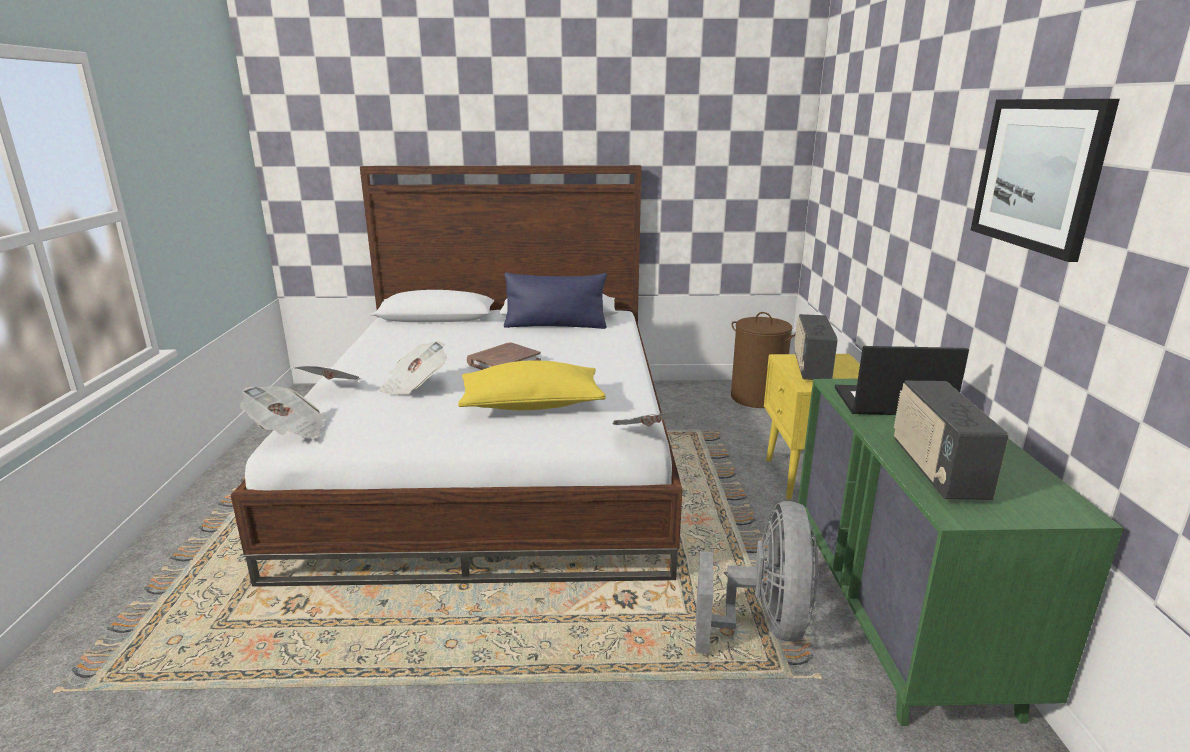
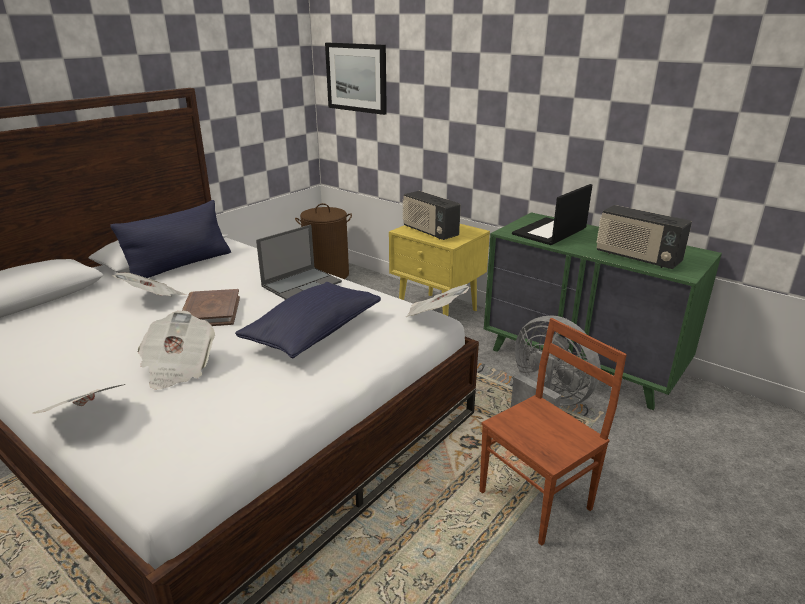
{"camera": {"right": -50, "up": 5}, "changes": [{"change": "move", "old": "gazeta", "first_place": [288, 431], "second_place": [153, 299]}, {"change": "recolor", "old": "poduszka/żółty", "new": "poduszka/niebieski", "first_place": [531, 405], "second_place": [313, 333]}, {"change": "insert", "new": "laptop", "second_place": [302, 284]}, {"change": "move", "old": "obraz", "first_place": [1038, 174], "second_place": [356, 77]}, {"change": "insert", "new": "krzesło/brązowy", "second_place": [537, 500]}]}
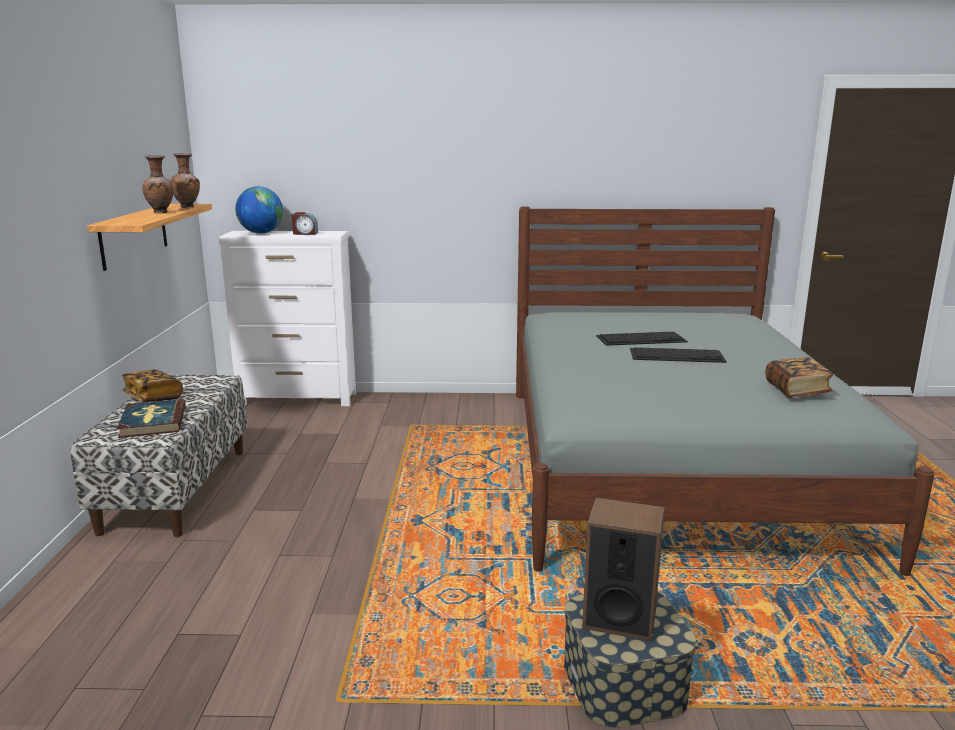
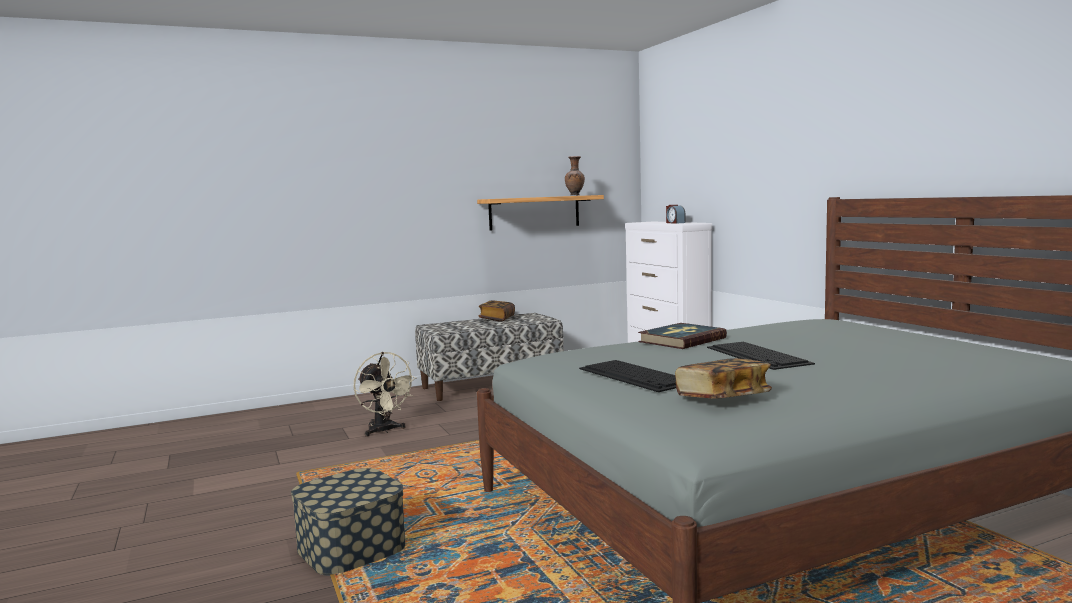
{"camera": {"right": 65, "up": -10}, "changes": [{"change": "insert", "new": "wentylator/beżowy", "second_place": [384, 431]}, {"change": "move", "old": "klawiatura", "first_place": [642, 338], "second_place": [636, 375]}, {"change": "move", "old": "książka", "first_place": [152, 422], "second_place": [681, 340]}, {"change": "delete", "old": "wazon/brązowy", "first_place": [161, 213]}, {"change": "delete", "old": "globus", "first_place": [261, 233]}, {"change": "delete", "old": "głośnik", "first_place": [619, 618]}]}
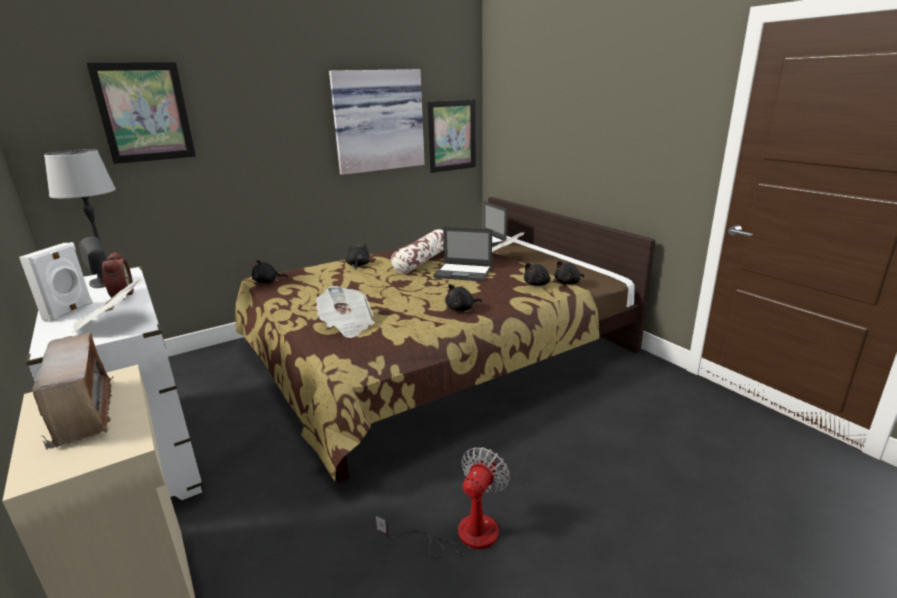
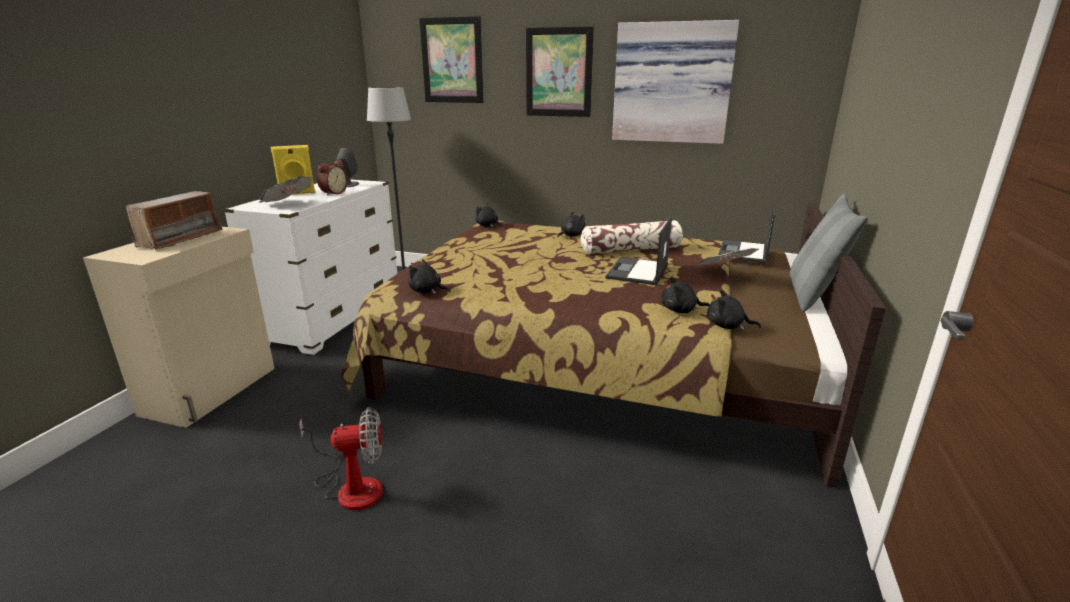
{"camera": {"right": 50, "up": 0}, "changes": [{"change": "recolor", "old": "głośnik/biały", "new": "głośnik/żółty", "first_place": [69, 311], "second_place": [297, 194]}, {"change": "move", "old": "pluszak/czarny", "first_place": [461, 309], "second_place": [427, 291]}, {"change": "move", "old": "obraz", "first_place": [452, 136], "second_place": [559, 72]}, {"change": "rotate", "old": "laptop", "first_place": [464, 272], "second_place": [637, 272], "degrees": 45}, {"change": "insert", "new": "poduszka/szary", "second_place": [812, 294]}, {"change": "delete", "old": "gazeta", "first_place": [347, 325]}]}
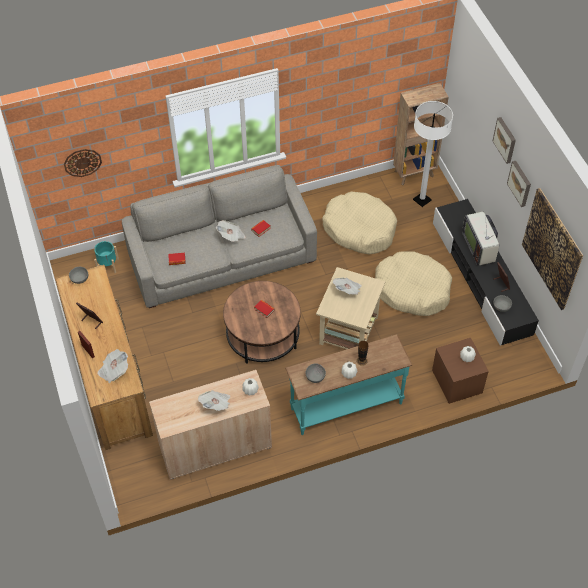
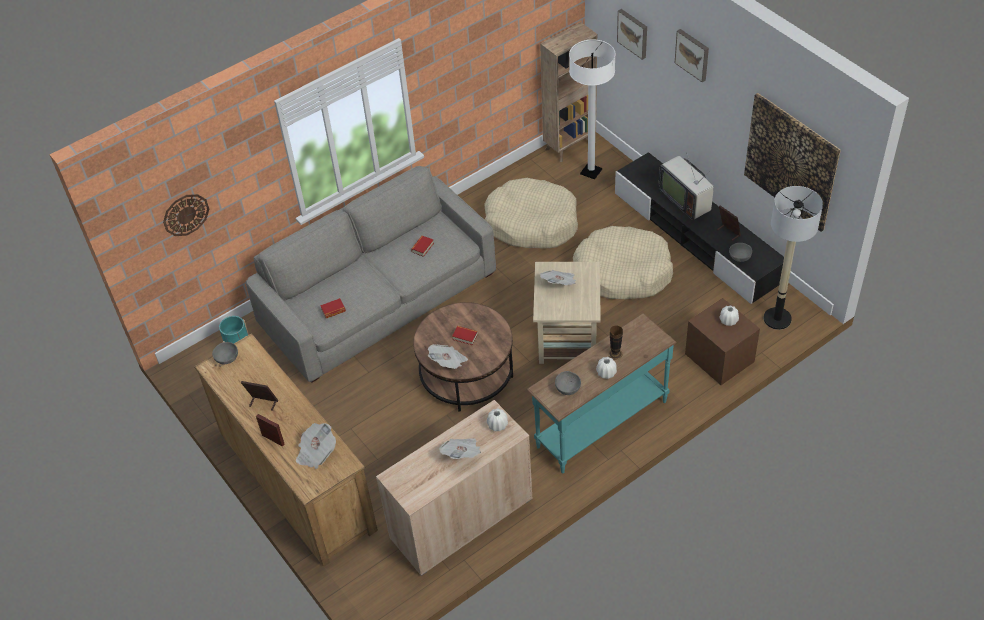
{"camera": {"right": -15, "up": -5}, "changes": [{"change": "move", "old": "gazeta", "first_place": [231, 236], "second_place": [448, 362]}, {"change": "move", "old": "obraz", "first_place": [520, 183], "second_place": [633, 33]}, {"change": "insert", "new": "lampa stojąca", "second_place": [777, 319]}]}
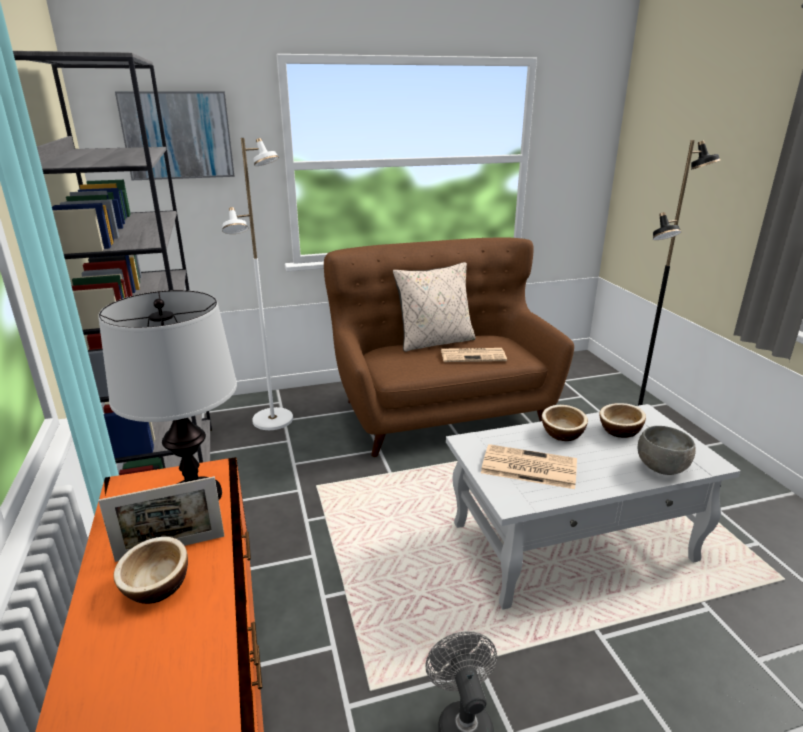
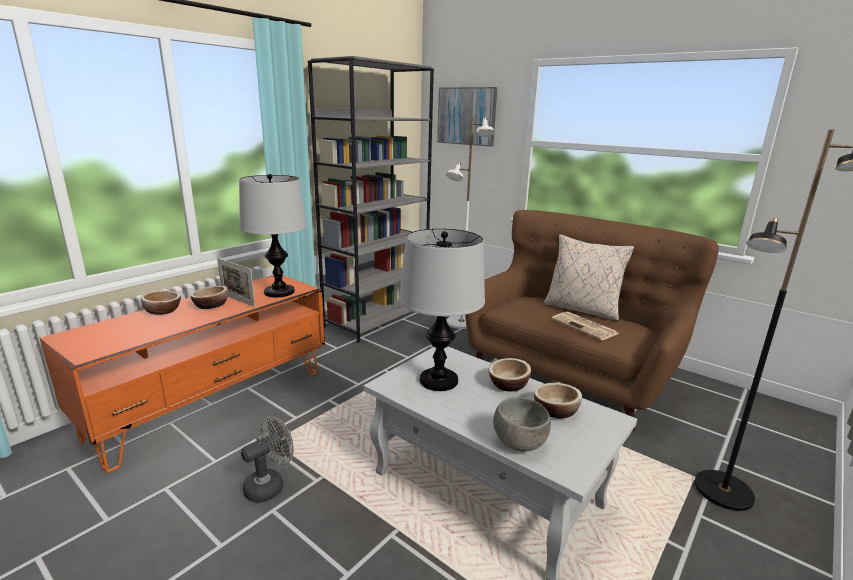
{"camera": {"right": 55, "up": -5}, "changes": [{"change": "insert", "new": "miska", "second_place": [163, 311]}, {"change": "replace", "old": "gazeta", "new": "lampa stołowa", "first_place": [527, 467], "second_place": [438, 380]}]}
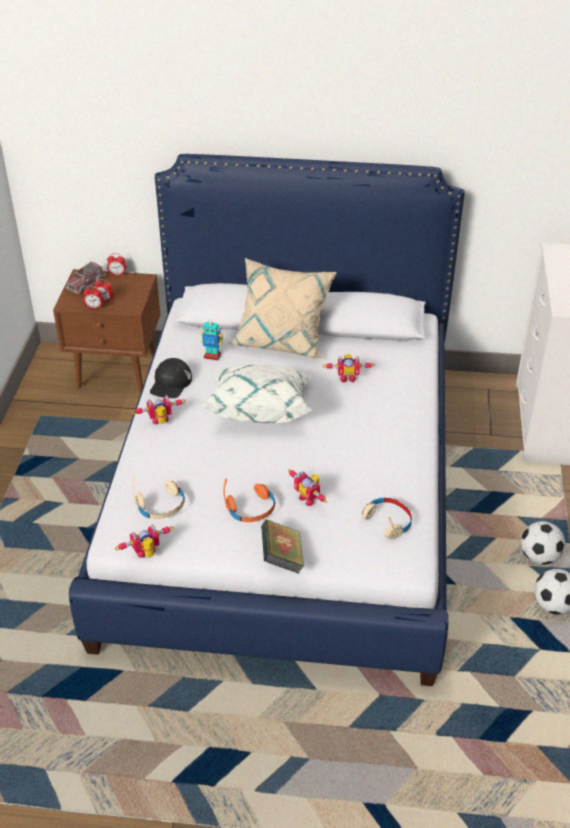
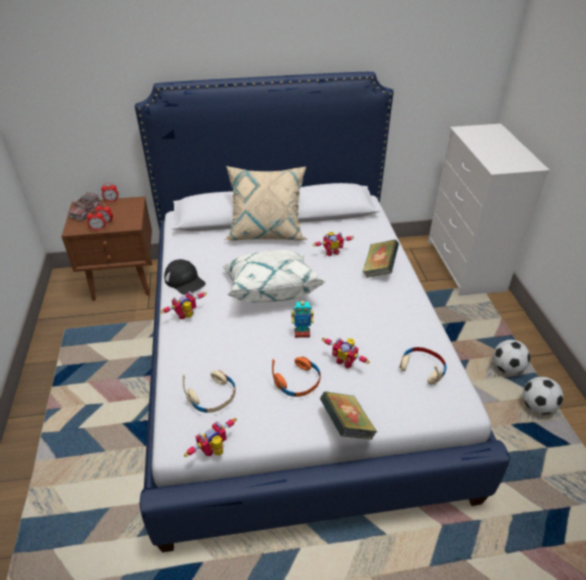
{"camera": {"right": -15, "up": 0}, "changes": [{"change": "rotate", "old": "czapka z daszkiem/czarny", "first_place": [170, 383], "second_place": [185, 281], "degrees": -45}, {"change": "move", "old": "robot zabawkowy", "first_place": [212, 356], "second_place": [302, 333]}, {"change": "insert", "new": "książka", "second_place": [379, 269]}]}
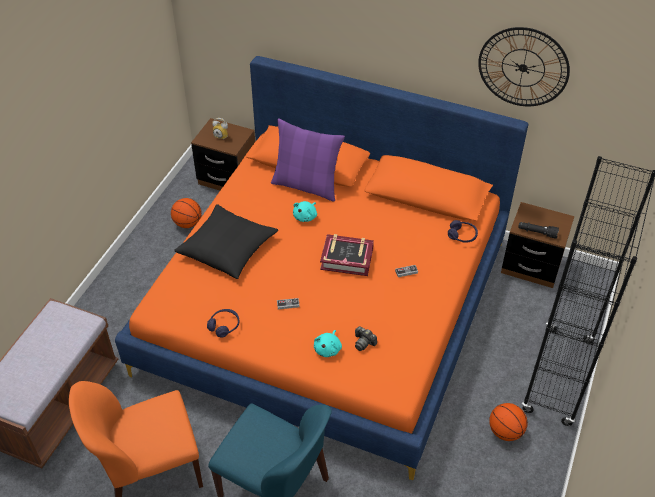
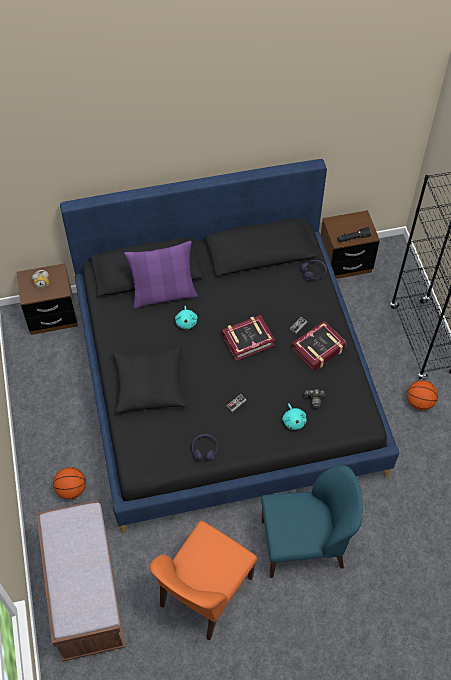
{"camera": {"right": -35, "up": 10}, "changes": [{"change": "move", "old": "piłka do koszykówki", "first_place": [187, 223], "second_place": [71, 489]}, {"change": "recolor", "old": "łóżko/pomarańczowy", "new": "łóżko/czarny", "first_place": [327, 305], "second_place": [225, 380]}, {"change": "insert", "new": "książka", "second_place": [319, 349]}, {"change": "delete", "old": "zegar ścienny", "first_place": [523, 67]}]}
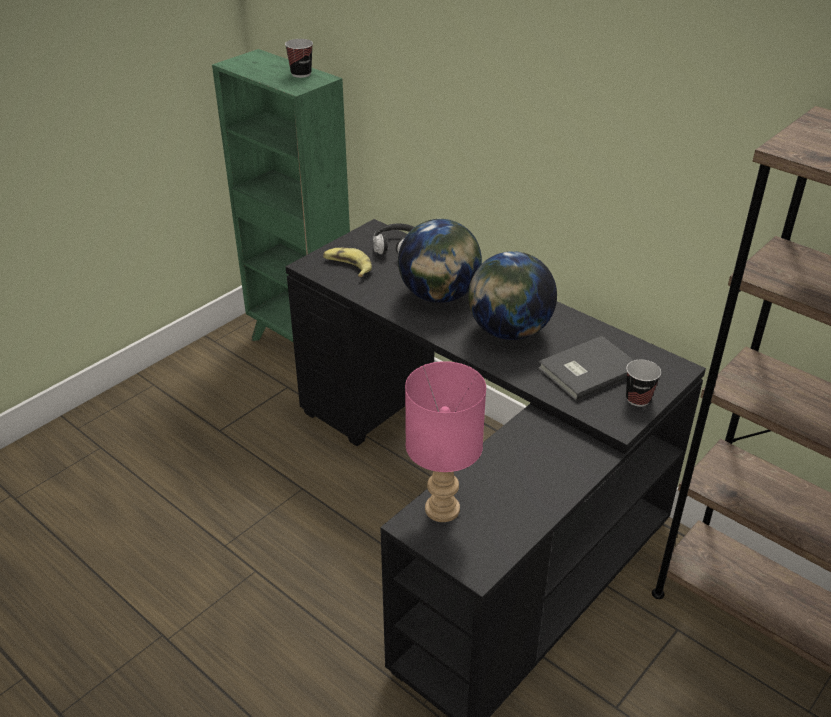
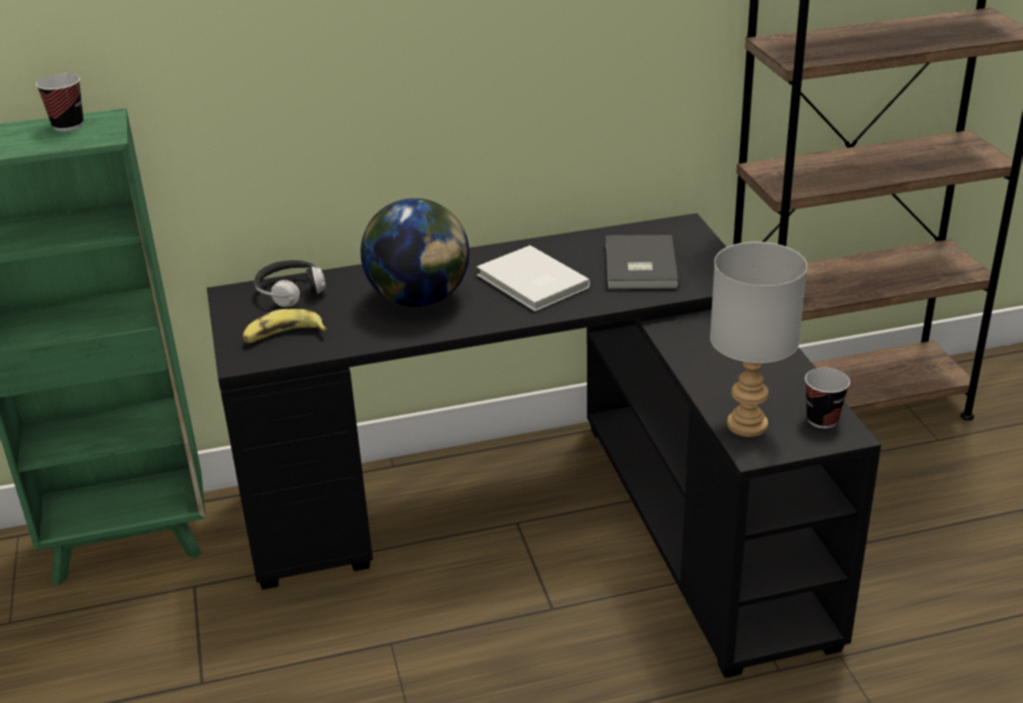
{"camera": {"right": -55, "up": -5}, "changes": [{"change": "replace", "old": "globus", "new": "książka/biały", "first_place": [509, 331], "second_place": [531, 283]}, {"change": "recolor", "old": "lampa stołowa/różowy", "new": "lampa stołowa/szary", "first_place": [442, 510], "second_place": [749, 425]}, {"change": "move", "old": "filiżanka", "first_place": [638, 399], "second_place": [822, 419]}]}
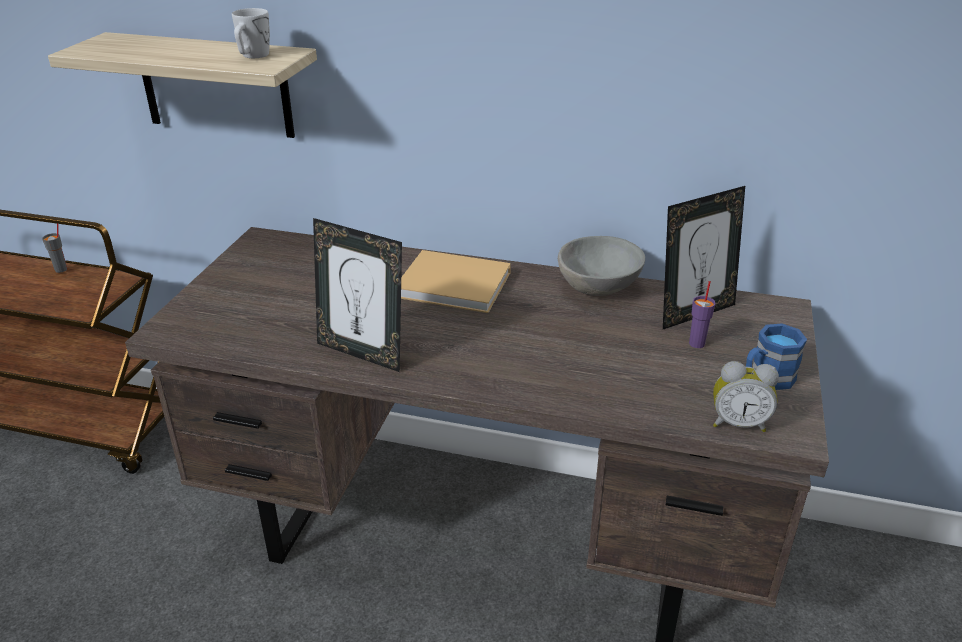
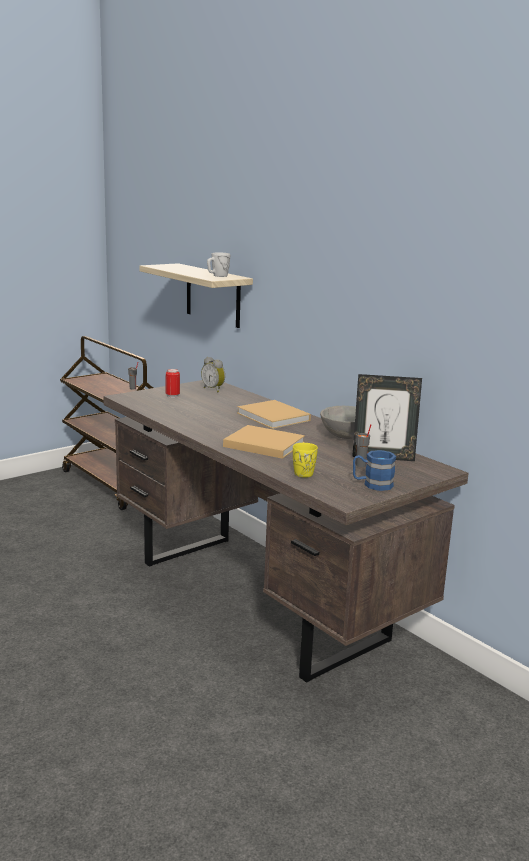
{"camera": {"right": 35, "up": -15}, "changes": [{"change": "insert", "new": "puszka", "second_place": [172, 396]}, {"change": "move", "old": "budzik", "first_place": [738, 423], "second_place": [214, 389]}, {"change": "insert", "new": "książka/beżowy", "second_place": [262, 444]}, {"change": "insert", "new": "kubek/żółty", "second_place": [306, 473]}, {"change": "recolor", "old": "filiżanka/fioletowy", "new": "filiżanka/szary", "first_place": [697, 343], "second_place": [361, 465]}, {"change": "delete", "old": "ramka na zdjęcie", "first_place": [362, 353]}]}
